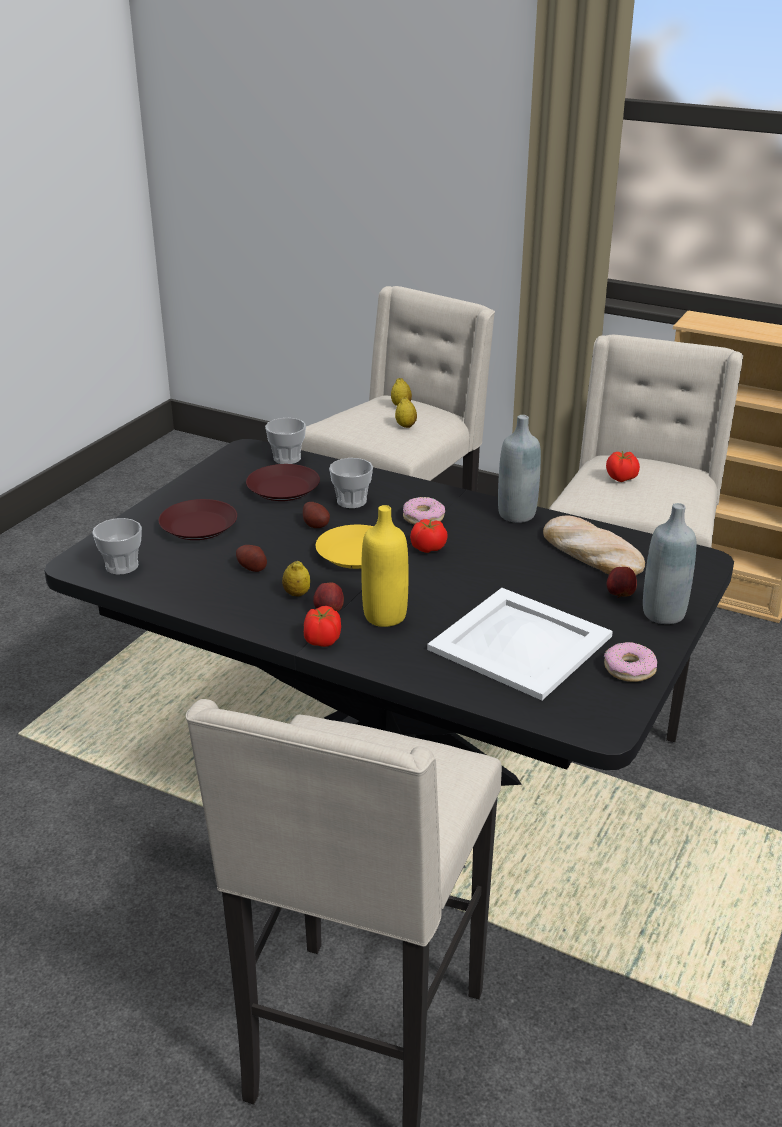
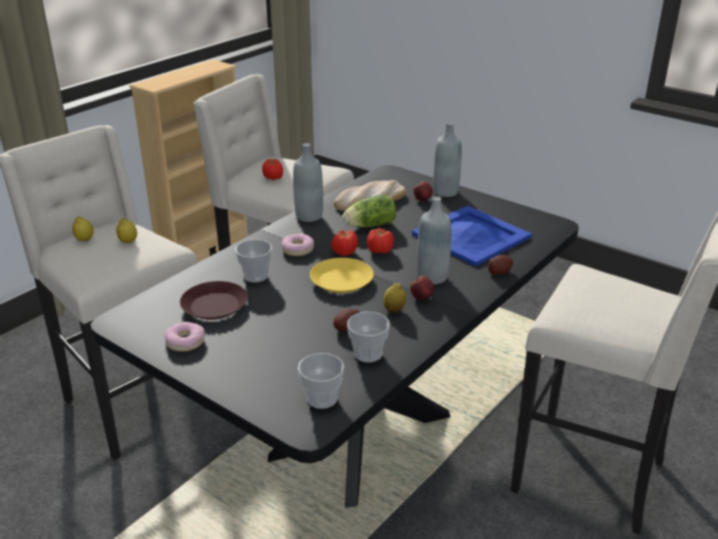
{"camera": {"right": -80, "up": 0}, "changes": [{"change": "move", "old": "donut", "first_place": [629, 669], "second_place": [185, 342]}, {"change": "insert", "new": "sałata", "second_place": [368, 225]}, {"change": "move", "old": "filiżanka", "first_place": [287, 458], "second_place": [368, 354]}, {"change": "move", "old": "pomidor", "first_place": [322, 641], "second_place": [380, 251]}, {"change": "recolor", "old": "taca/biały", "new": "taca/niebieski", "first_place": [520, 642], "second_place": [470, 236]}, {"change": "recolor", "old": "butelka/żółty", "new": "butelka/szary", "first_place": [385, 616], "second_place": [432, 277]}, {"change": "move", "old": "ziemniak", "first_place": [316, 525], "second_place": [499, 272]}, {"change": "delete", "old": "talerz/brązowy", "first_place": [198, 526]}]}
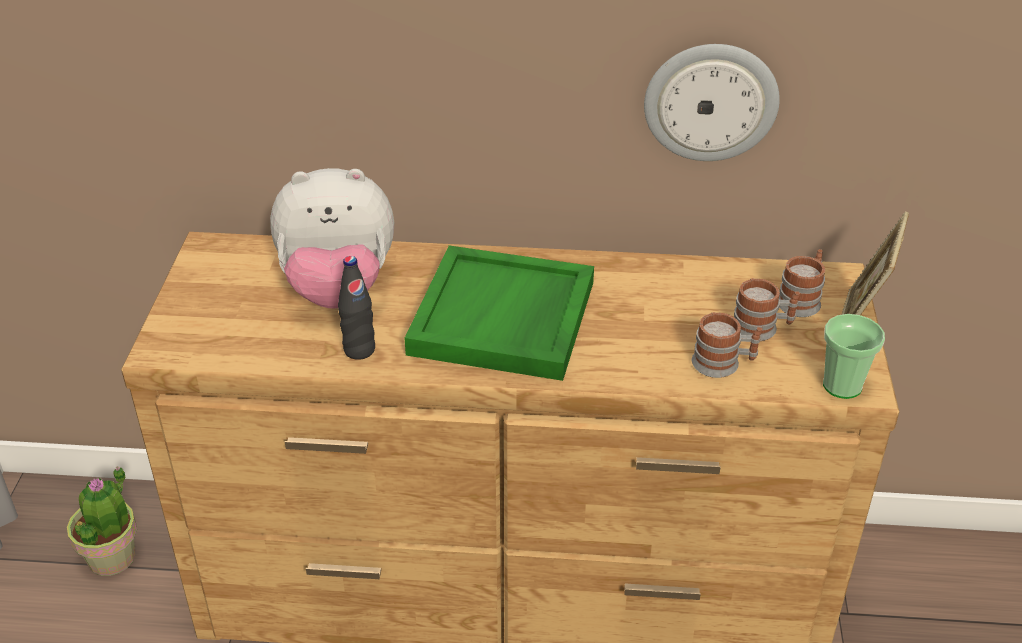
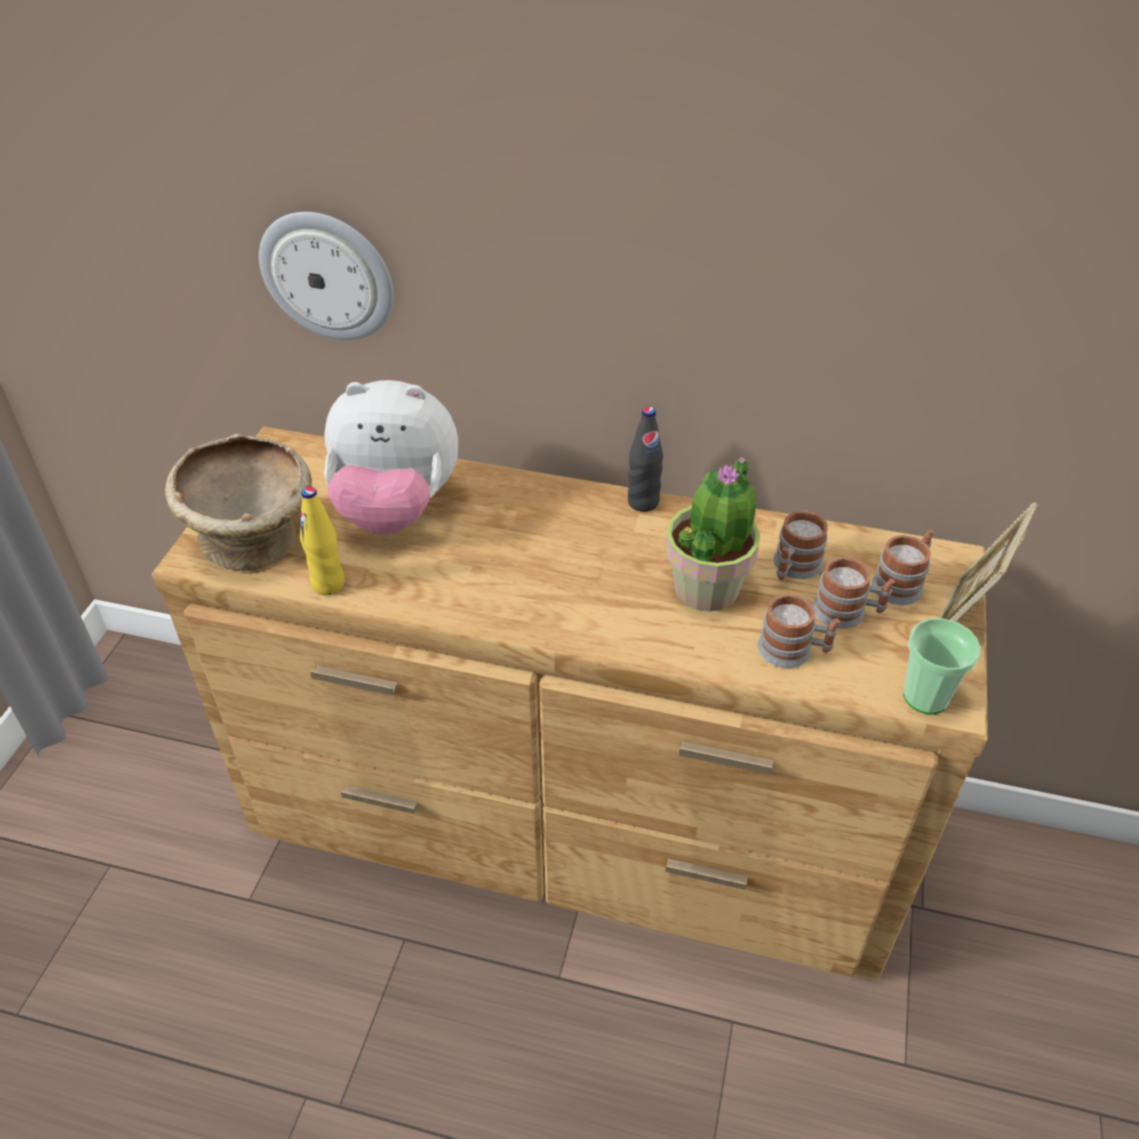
{"camera": {"right": 10, "up": 5}, "changes": [{"change": "insert", "new": "miska/beżowy", "second_place": [255, 540]}, {"change": "move", "old": "zegar ścienny", "first_place": [711, 101], "second_place": [328, 275]}, {"change": "insert", "new": "butelka/żółty", "second_place": [328, 584]}, {"change": "move", "old": "butelka/czarny", "first_place": [359, 350], "second_place": [643, 502]}, {"change": "move", "old": "roślina doniczkowa", "first_place": [112, 557], "second_place": [708, 587]}, {"change": "insert", "new": "kubek", "second_place": [793, 568]}, {"change": "delete", "old": "taca/zielony", "first_place": [504, 319]}]}
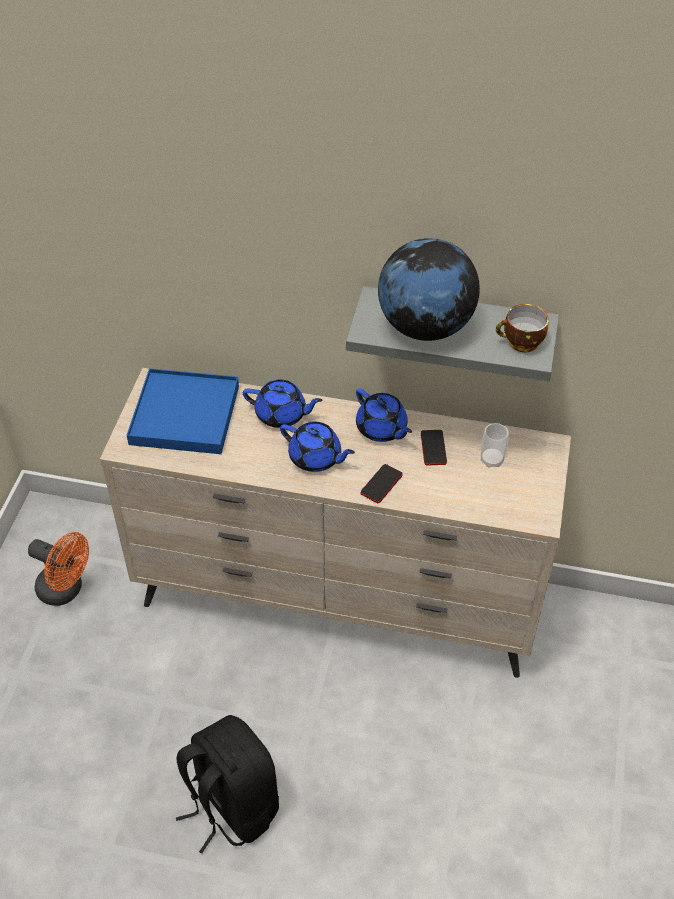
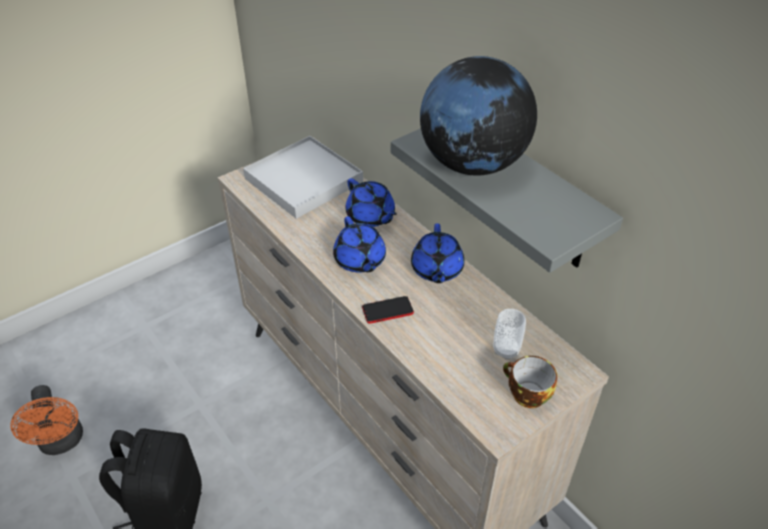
{"camera": {"right": 40, "up": -5}, "changes": [{"change": "move", "old": "wentylator/pomarańczowy", "first_place": [66, 590], "second_place": [62, 443]}, {"change": "recolor", "old": "taca/niebieski", "new": "taca/biały", "first_place": [184, 415], "second_place": [303, 180]}, {"change": "move", "old": "filiżanka", "first_place": [521, 343], "second_place": [526, 395]}, {"change": "delete", "old": "telefon", "first_place": [433, 448]}]}
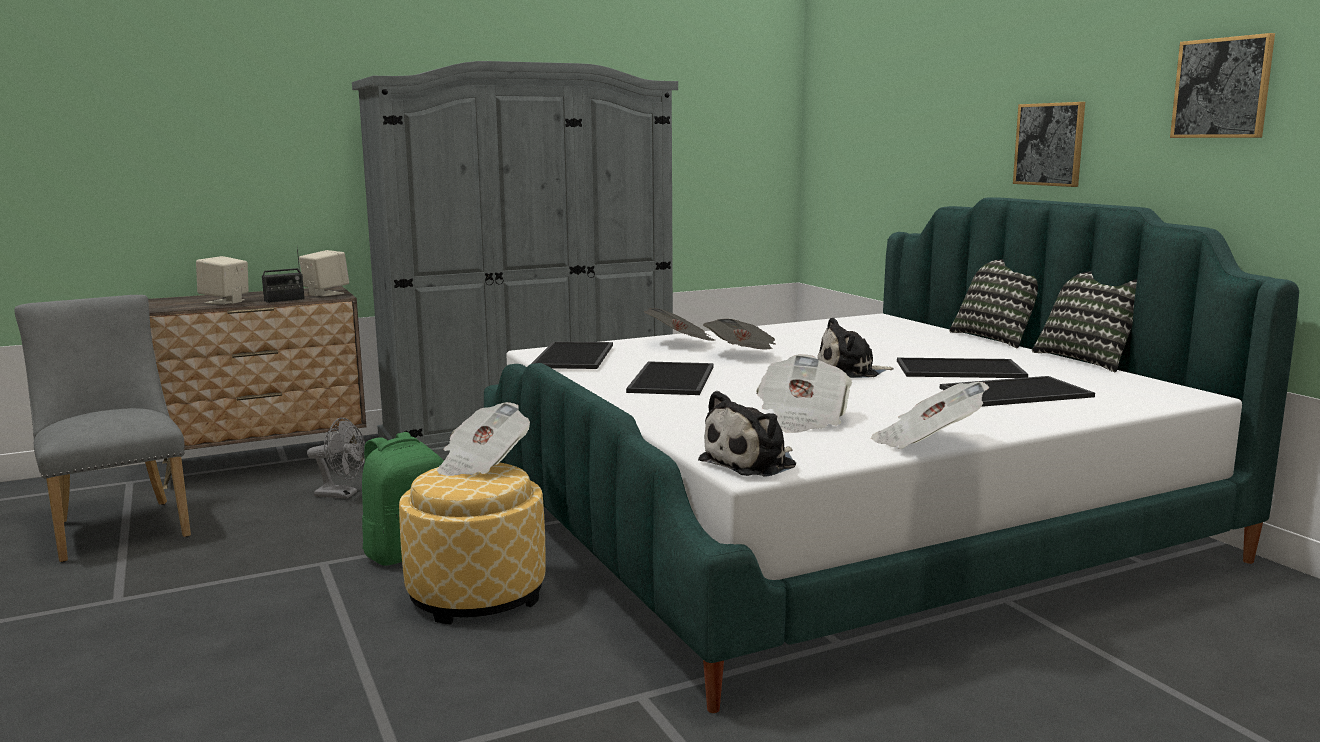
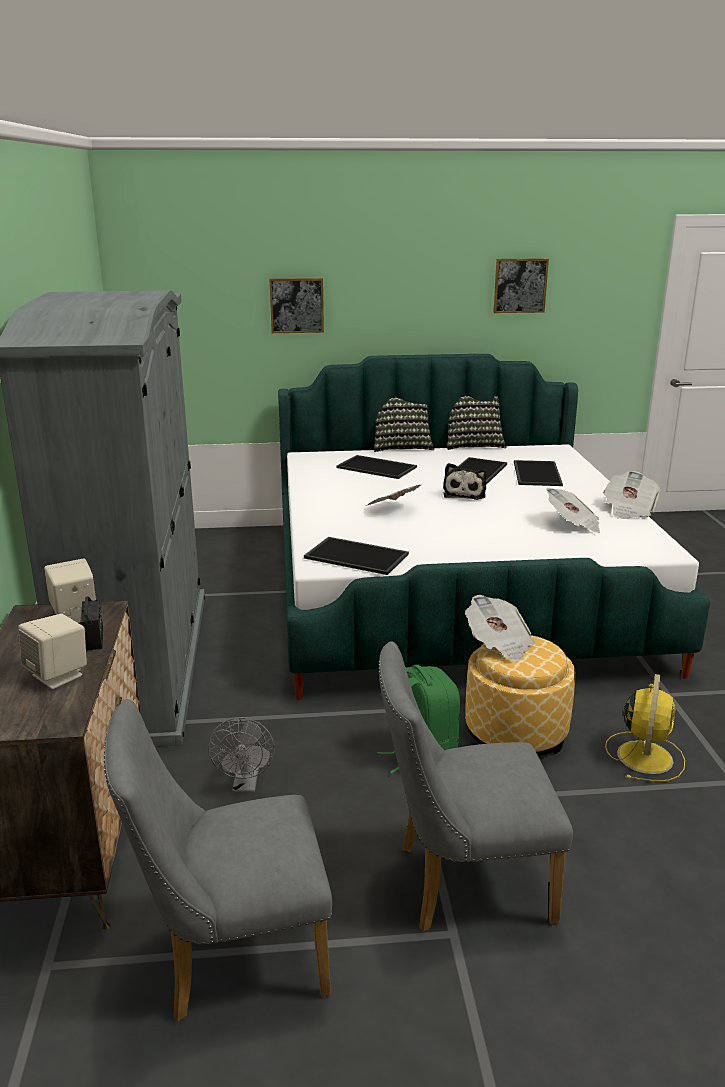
{"camera": {"right": -70, "up": 10}, "changes": [{"change": "rotate", "old": "wentylator/szary", "first_place": [342, 494], "second_place": [246, 785], "degrees": 150}, {"change": "move", "old": "obraz", "first_place": [1049, 144], "second_place": [296, 305]}, {"change": "move", "old": "taca", "first_place": [673, 379], "second_place": [378, 467]}, {"change": "insert", "new": "krzesło/szary", "second_place": [462, 883]}, {"change": "insert", "new": "wentylator/żółty", "second_place": [645, 755]}, {"change": "delete", "old": "gazeta", "first_place": [681, 344]}, {"change": "delete", "old": "pluszak", "first_place": [752, 463]}]}
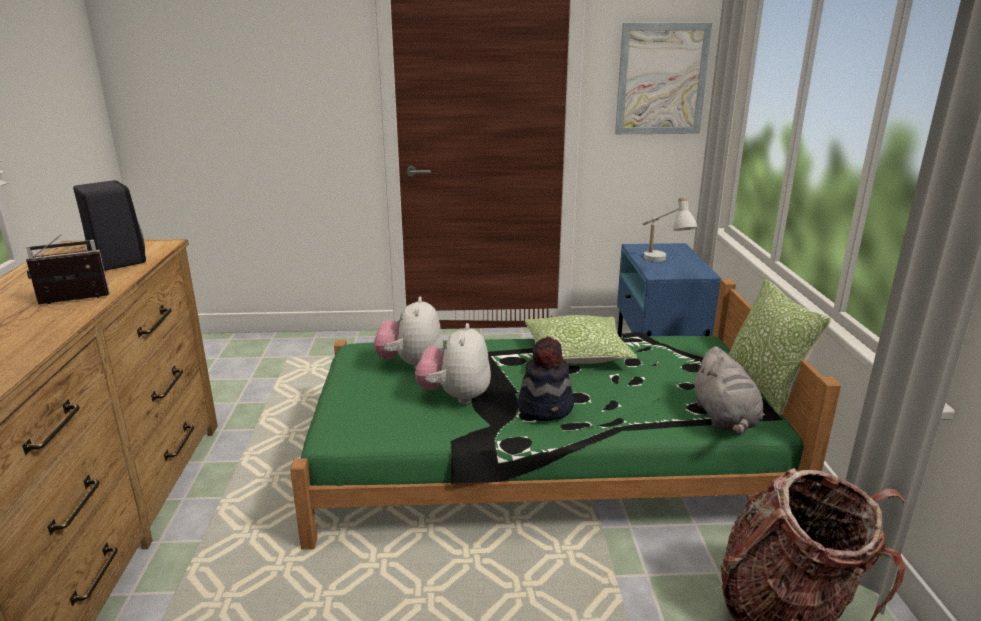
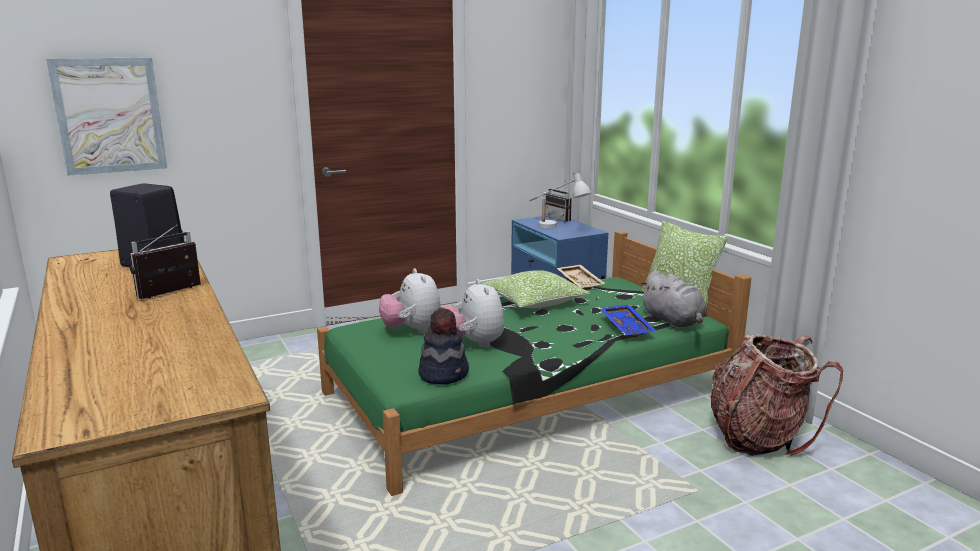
{"camera": {"right": -25, "up": -5}, "changes": [{"change": "move", "old": "obraz", "first_place": [661, 79], "second_place": [109, 115]}, {"change": "move", "old": "kapelusz", "first_place": [546, 407], "second_place": [444, 374]}, {"change": "insert", "new": "radio", "second_place": [560, 218]}, {"change": "insert", "new": "taca/beżowy", "second_place": [581, 282]}, {"change": "insert", "new": "taca/niebieski", "second_place": [627, 327]}]}
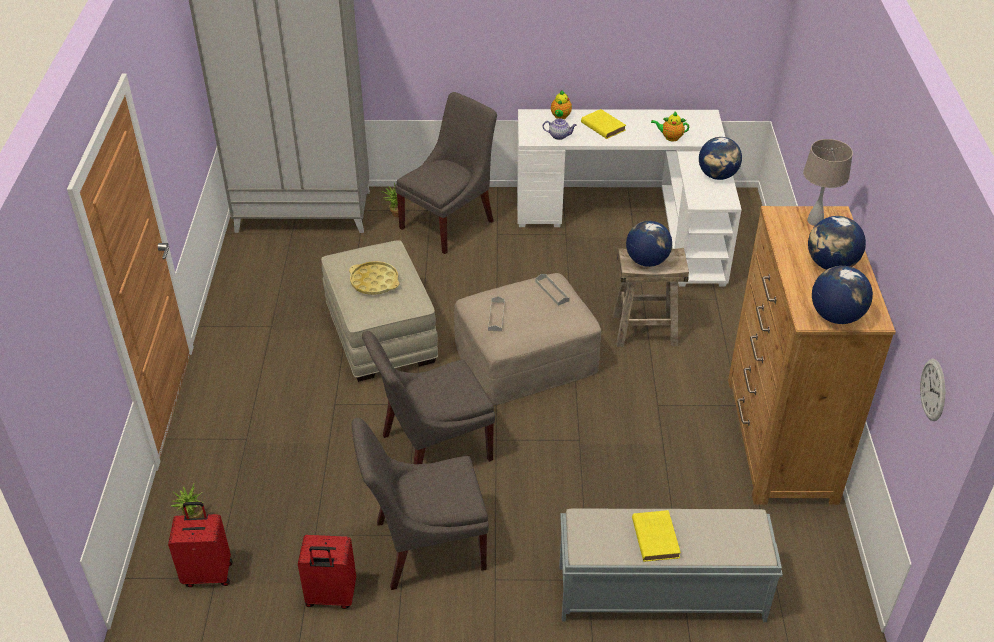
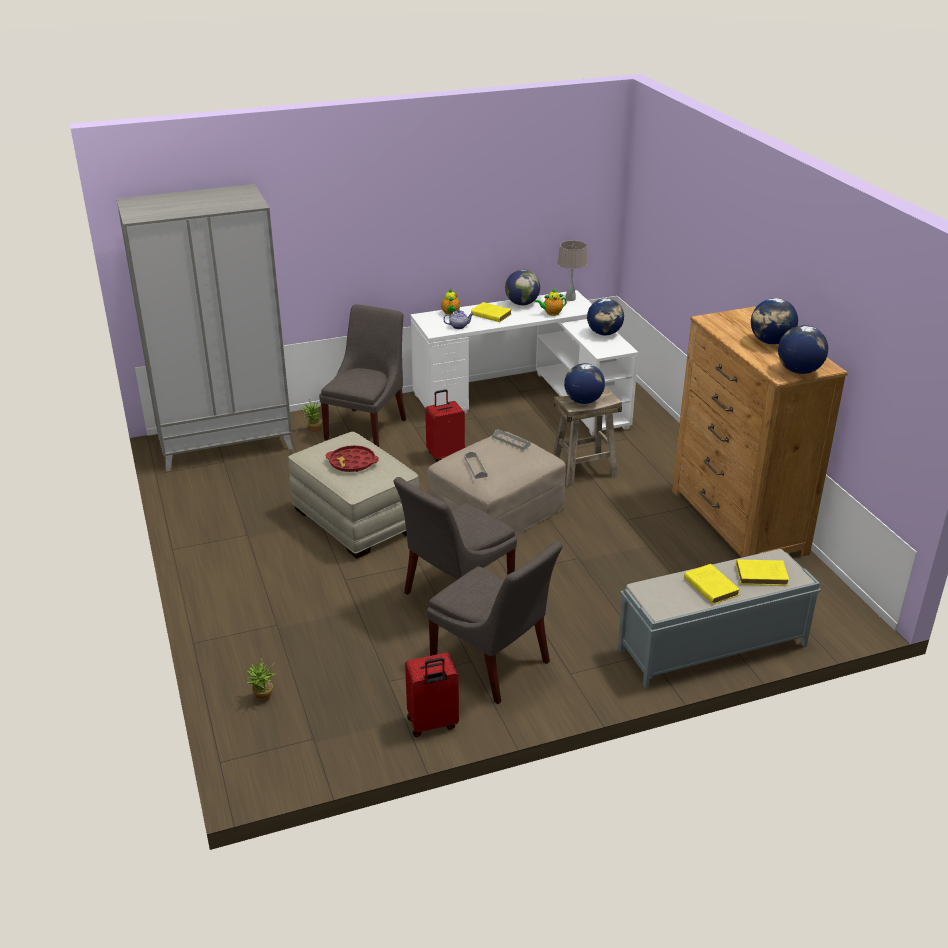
{"camera": {"right": -20, "up": -10}, "changes": [{"change": "recolor", "old": "taca/żółty", "new": "taca/czerwony", "first_place": [374, 282], "second_place": [352, 463]}, {"change": "move", "old": "walizka/czerwony", "first_place": [208, 573], "second_place": [445, 455]}, {"change": "rotate", "old": "krzesło/szary", "first_place": [424, 546], "second_place": [493, 665], "degrees": -105}, {"change": "insert", "new": "globus", "second_place": [522, 303]}, {"change": "move", "old": "lampa stołowa/beżowy", "first_place": [815, 221], "second_place": [570, 298]}, {"change": "insert", "new": "książka/żółty", "second_place": [763, 575]}, {"change": "delete", "old": "zegar ścienny", "first_place": [933, 389]}]}
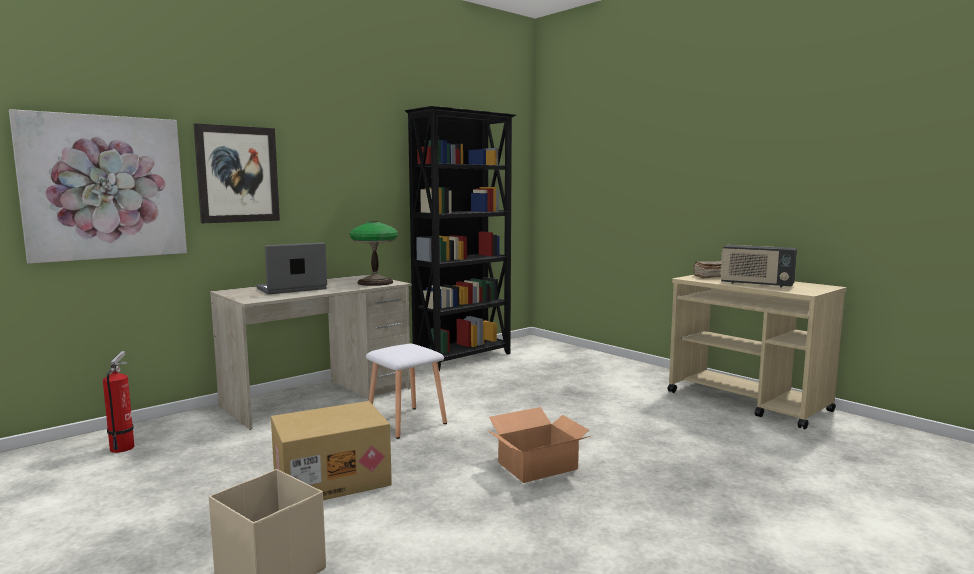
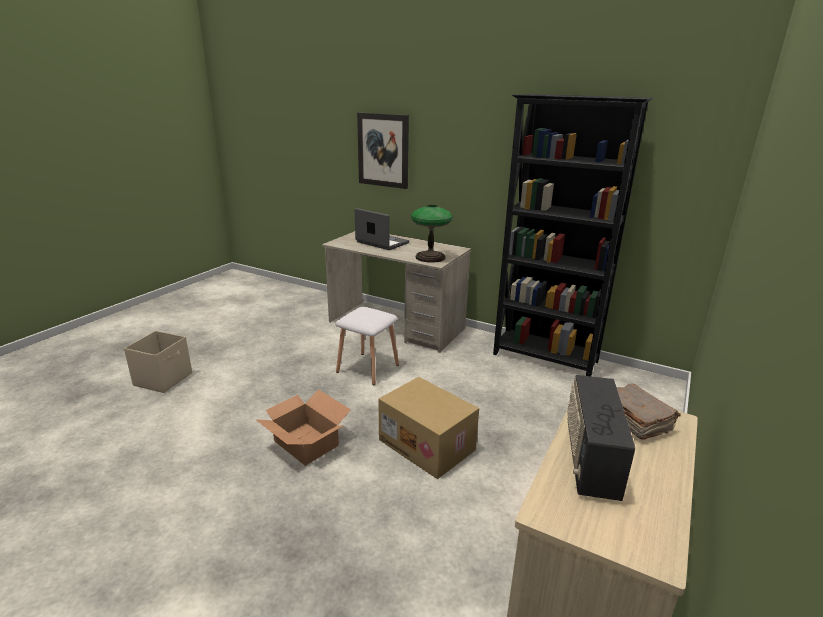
{"camera": {"right": 70, "up": 15}, "changes": [{"change": "move", "old": "karton", "first_place": [332, 479], "second_place": [428, 444]}, {"change": "delete", "old": "obraz", "first_place": [104, 187]}, {"change": "delete", "old": "gaśnica", "first_place": [123, 446]}]}
